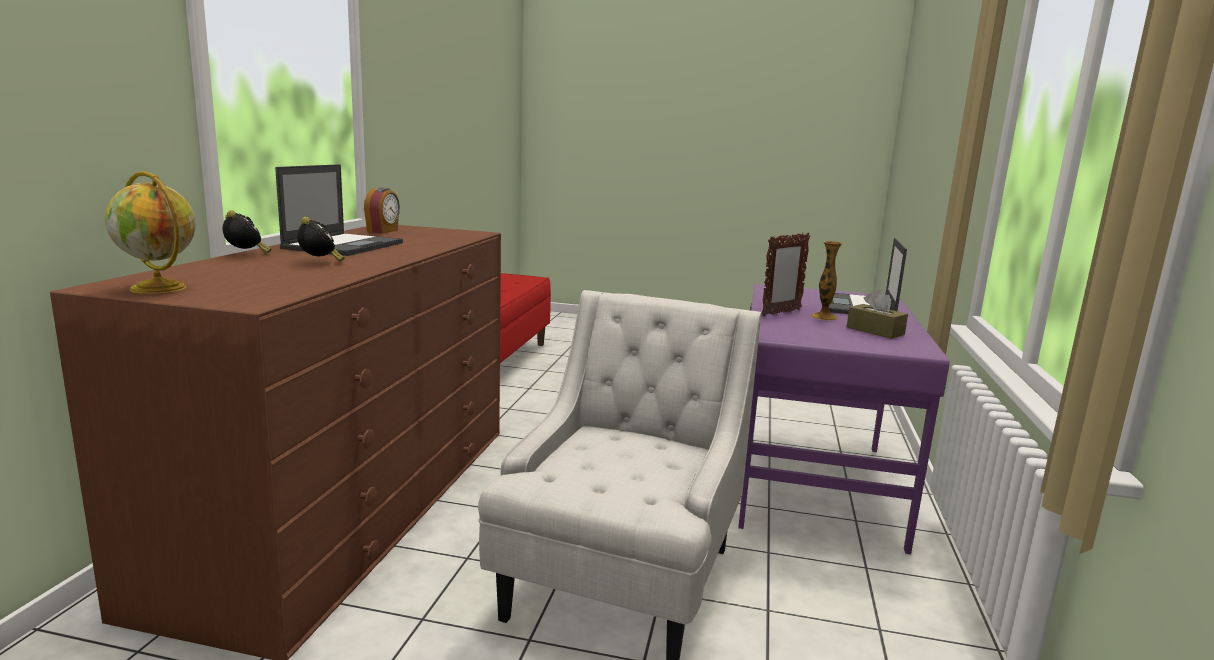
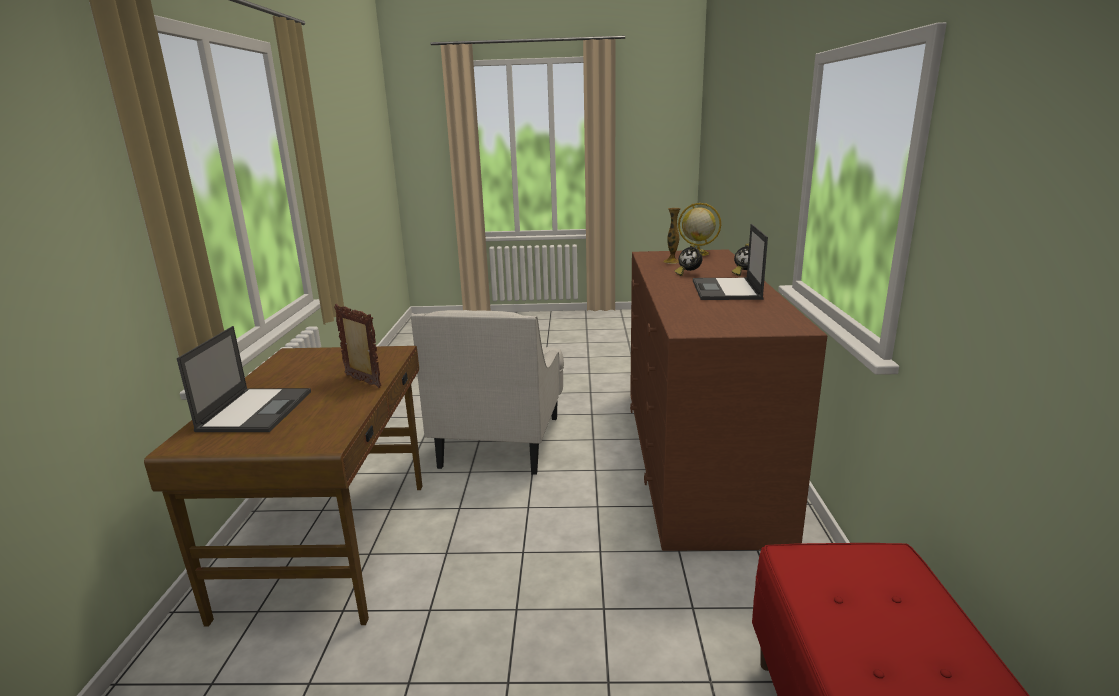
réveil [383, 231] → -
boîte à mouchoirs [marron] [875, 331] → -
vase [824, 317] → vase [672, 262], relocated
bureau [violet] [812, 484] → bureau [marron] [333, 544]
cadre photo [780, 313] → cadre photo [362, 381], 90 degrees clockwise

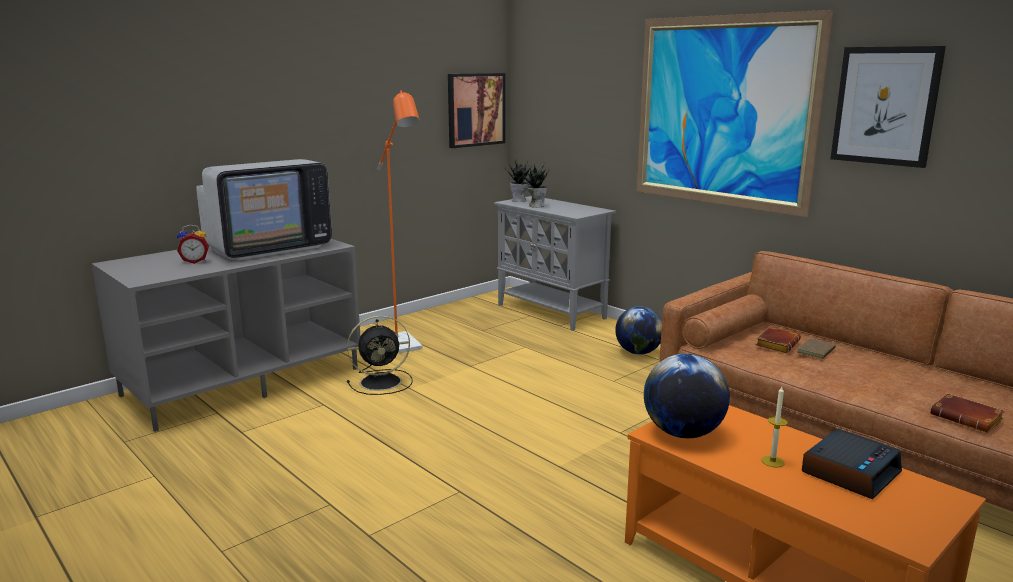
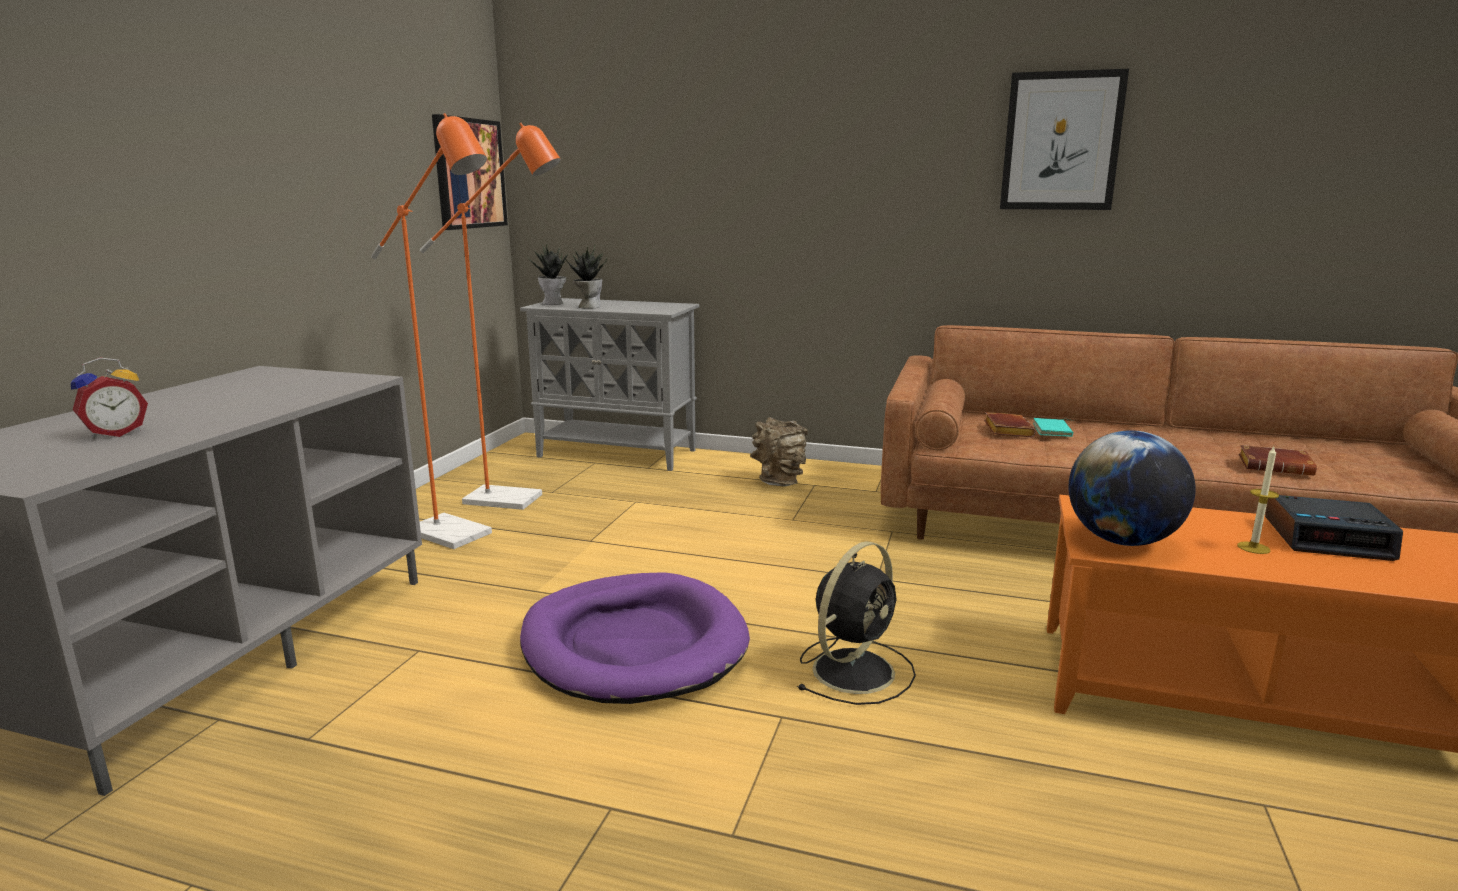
téléviseur [268, 248] → -
tableau [722, 112] → -
- → lampadaire [orange] [515, 500]
- → panier pour chien [violet] [634, 644]
ventilateur [noir] [382, 382] → ventilateur [noir] [855, 669], relocated
globe [638, 352] → vase [marron] [779, 481]
livre [marron] [817, 351] → livre [turquoise] [1054, 430]
réveil [850, 472] → réveil [1328, 539], 90 degrees clockwise

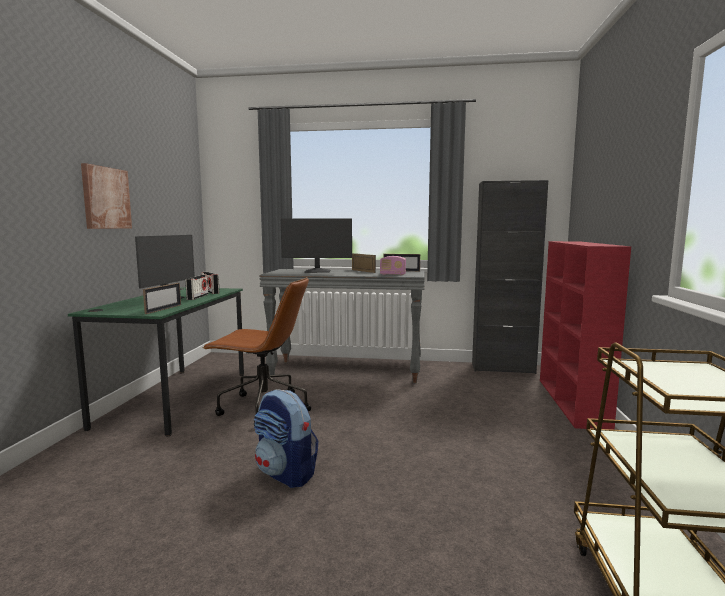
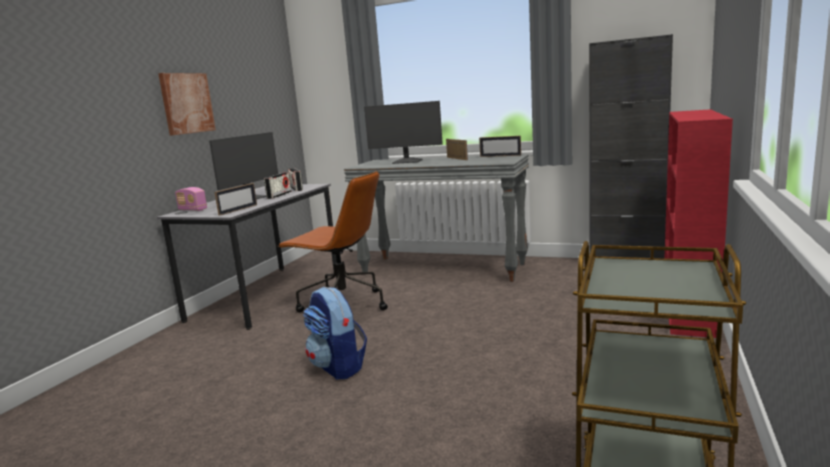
radio [392, 274] → radio [192, 210], relocated
bureau [vert] [176, 398] → bureau [gris] [267, 295]

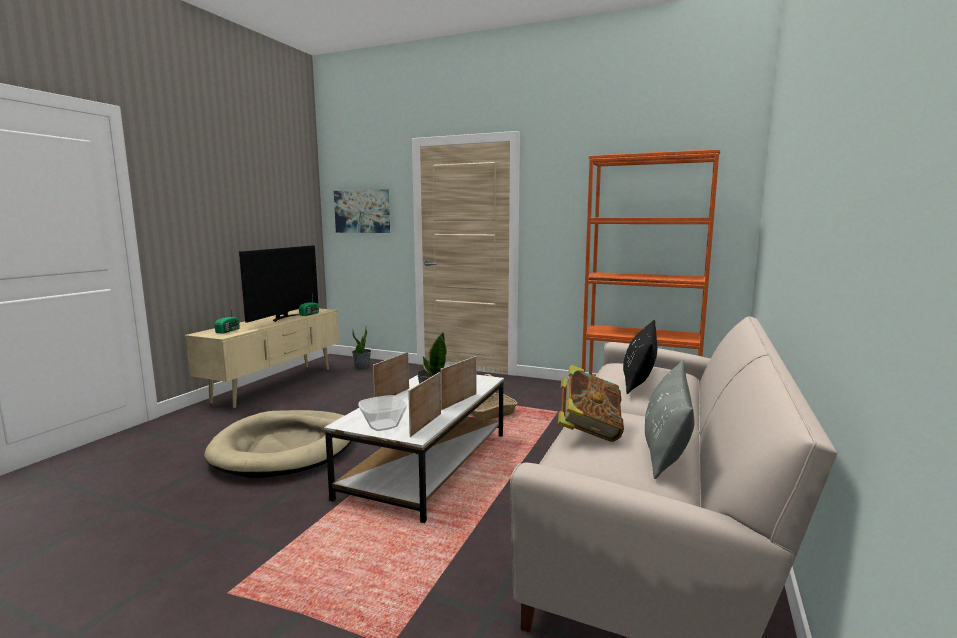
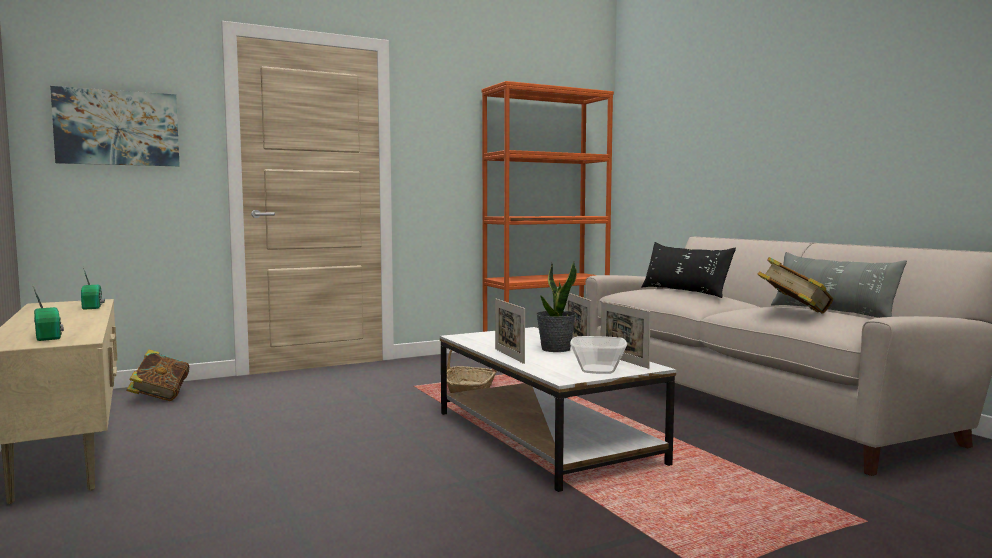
panier pour chien [beige] [285, 448] → -
téléviseur [284, 317] → -
plante en pot [362, 367] → livre [160, 397]

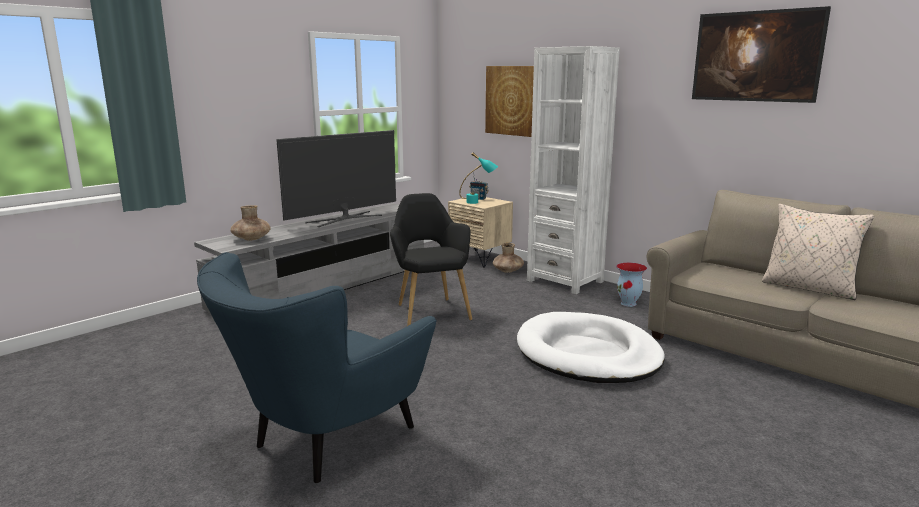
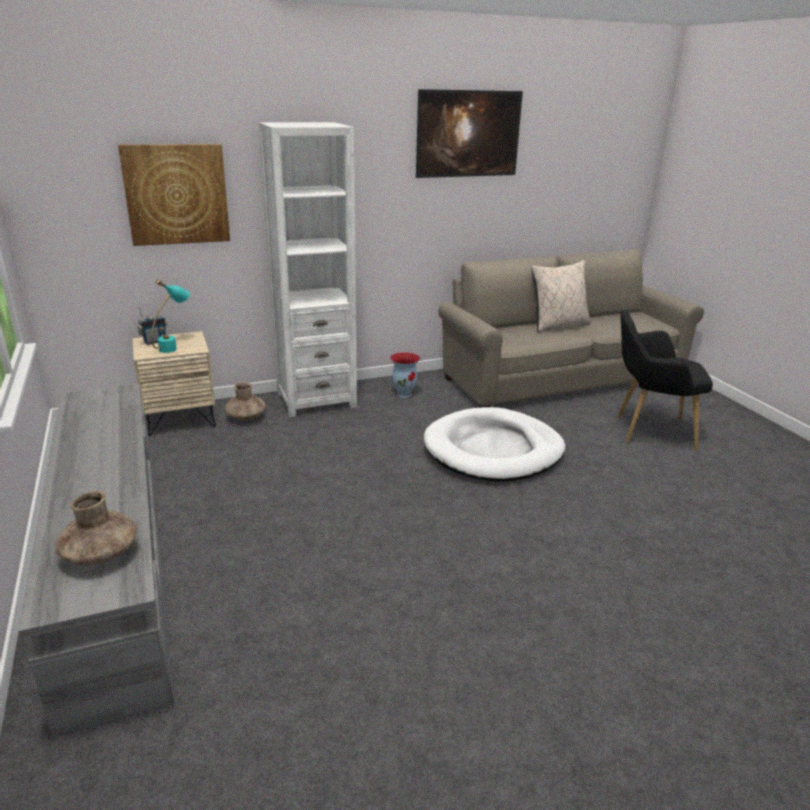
fauteuil [bleu] [325, 441] → -
téléviseur [344, 219] → -
fauteuil [noir] [430, 310] → fauteuil [noir] [648, 431], relocated

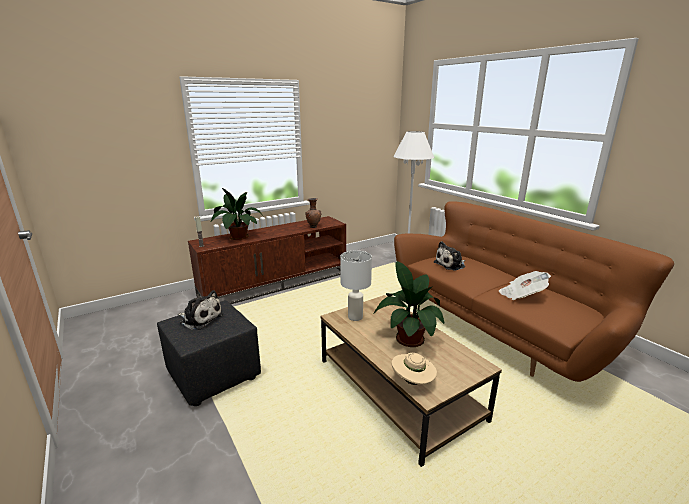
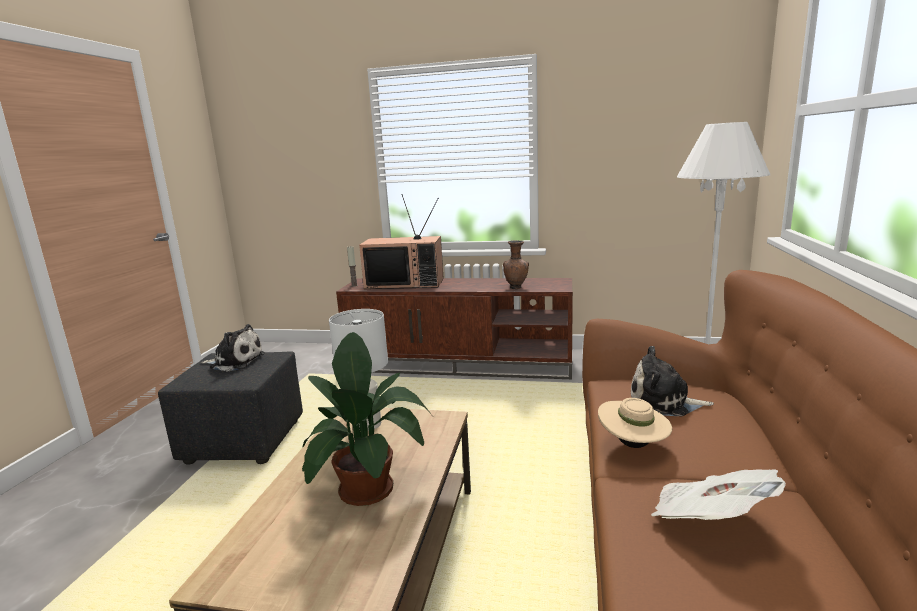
chapeau [beige] [413, 382] → chapeau [beige] [633, 445], relocated
plante en pot [237, 237] → téléviseur [406, 283]
peluche [200, 318] → peluche [235, 361], 60 degrees counterclockwise

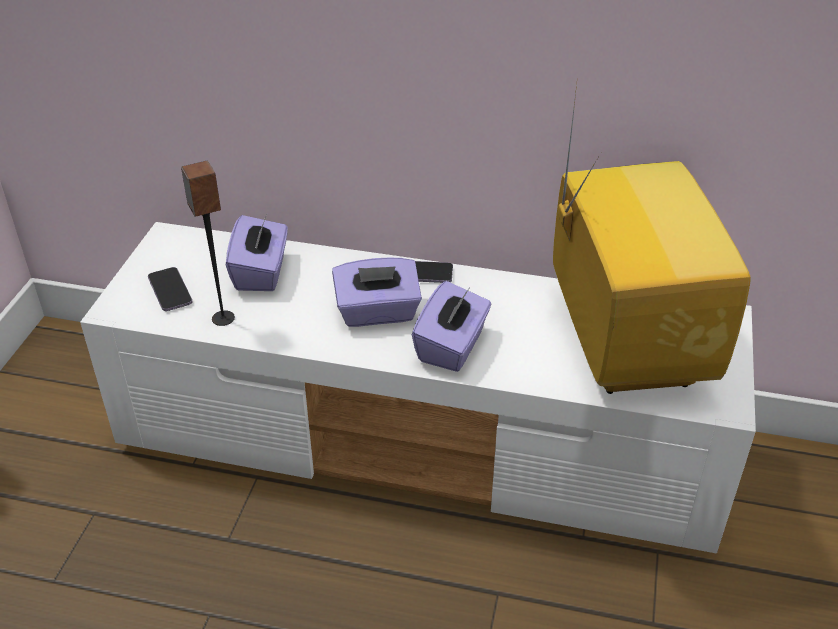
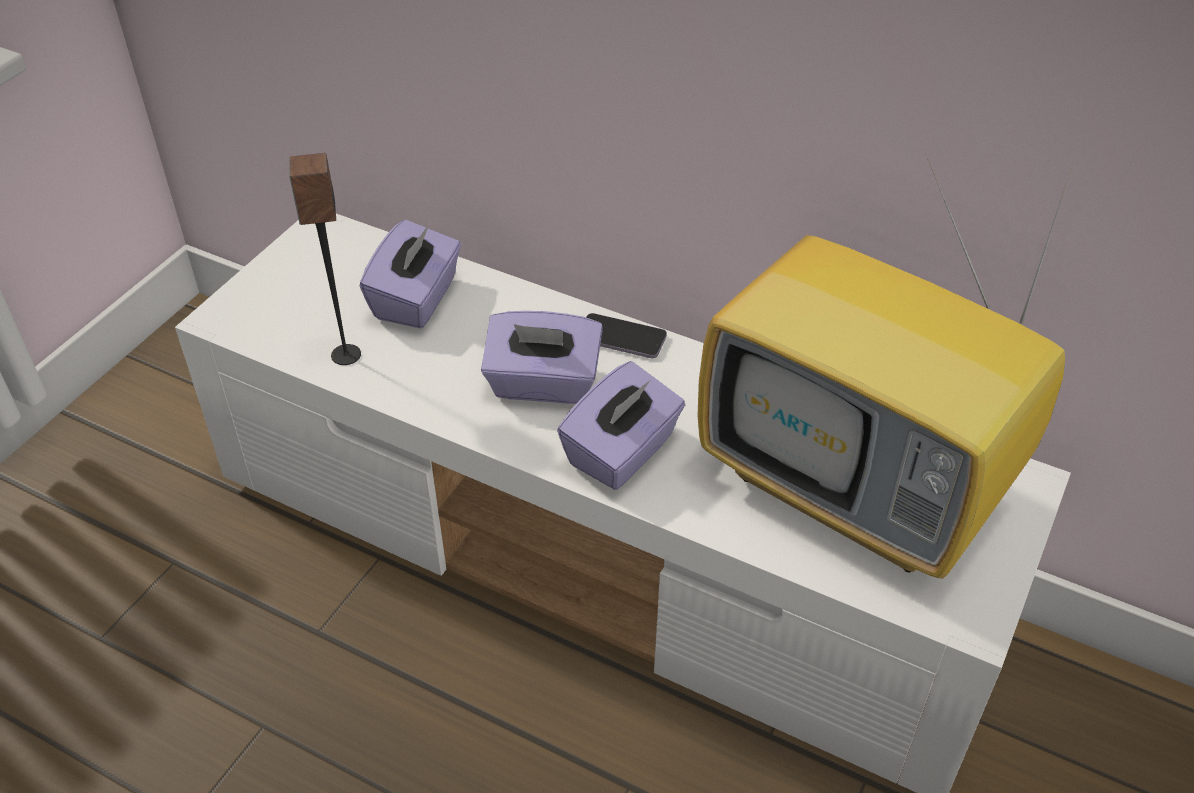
téléphone [170, 291] → -
téléviseur [622, 340] → téléviseur [860, 489], 120 degrees clockwise

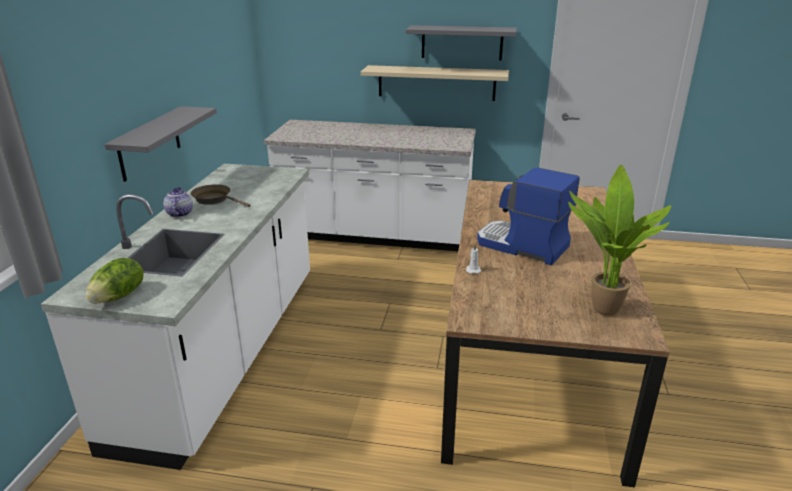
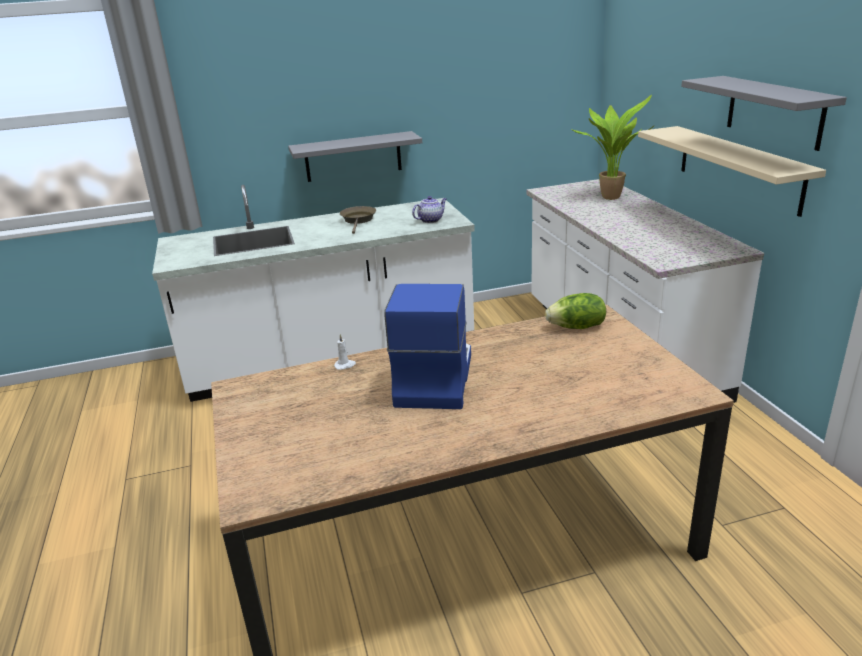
laitue [119, 296] → laitue [577, 327], relocated
théière [179, 213] → théière [430, 220], relocated
plante en pot [600, 309] → plante en pot [610, 197], relocated

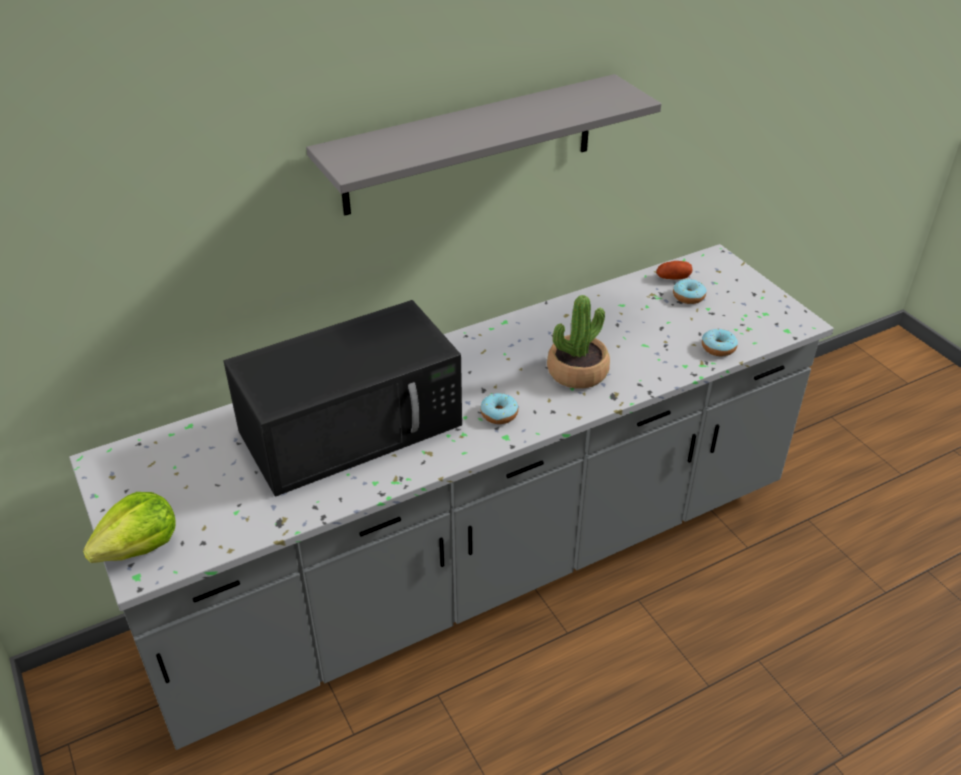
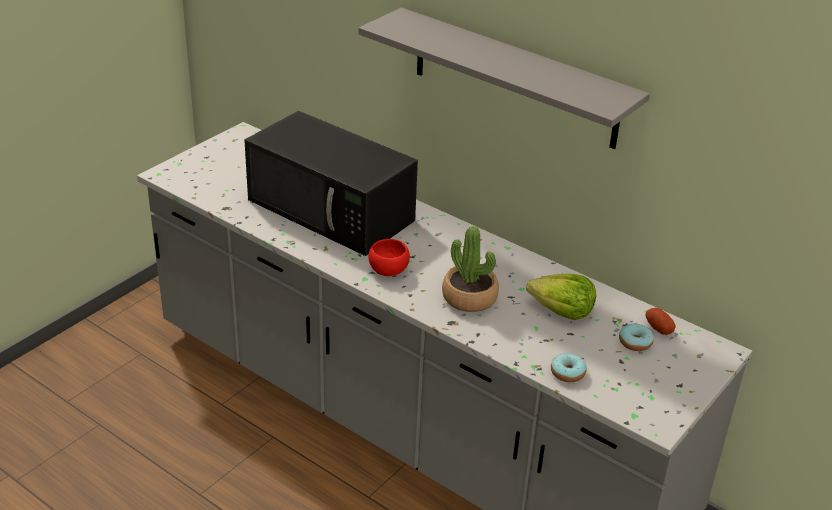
laitue [140, 546] → laitue [562, 311], relocated
beignet [499, 414] → bol [rouge] [389, 270]

